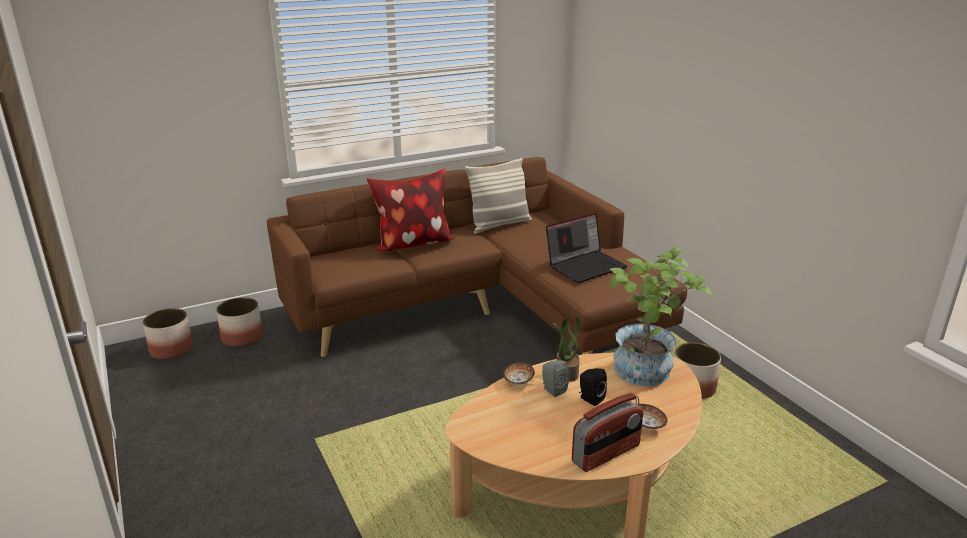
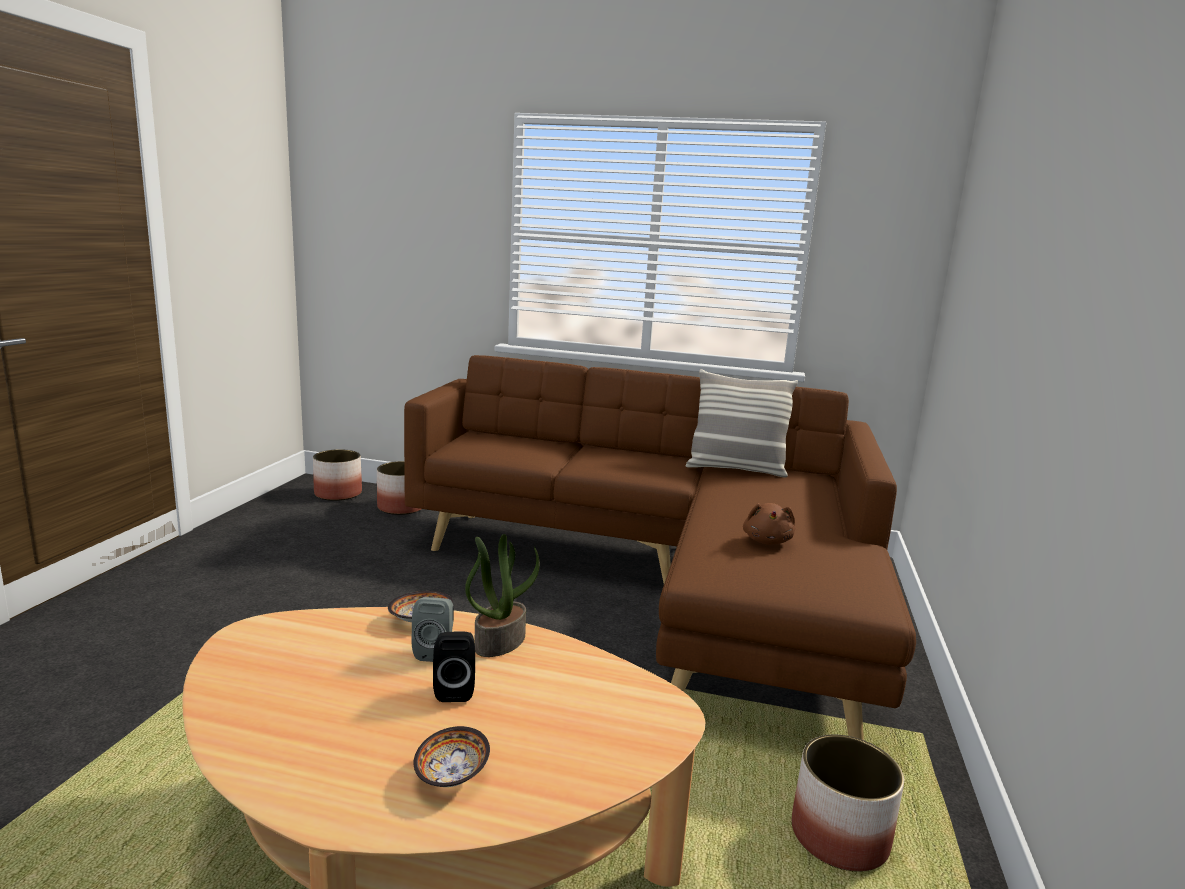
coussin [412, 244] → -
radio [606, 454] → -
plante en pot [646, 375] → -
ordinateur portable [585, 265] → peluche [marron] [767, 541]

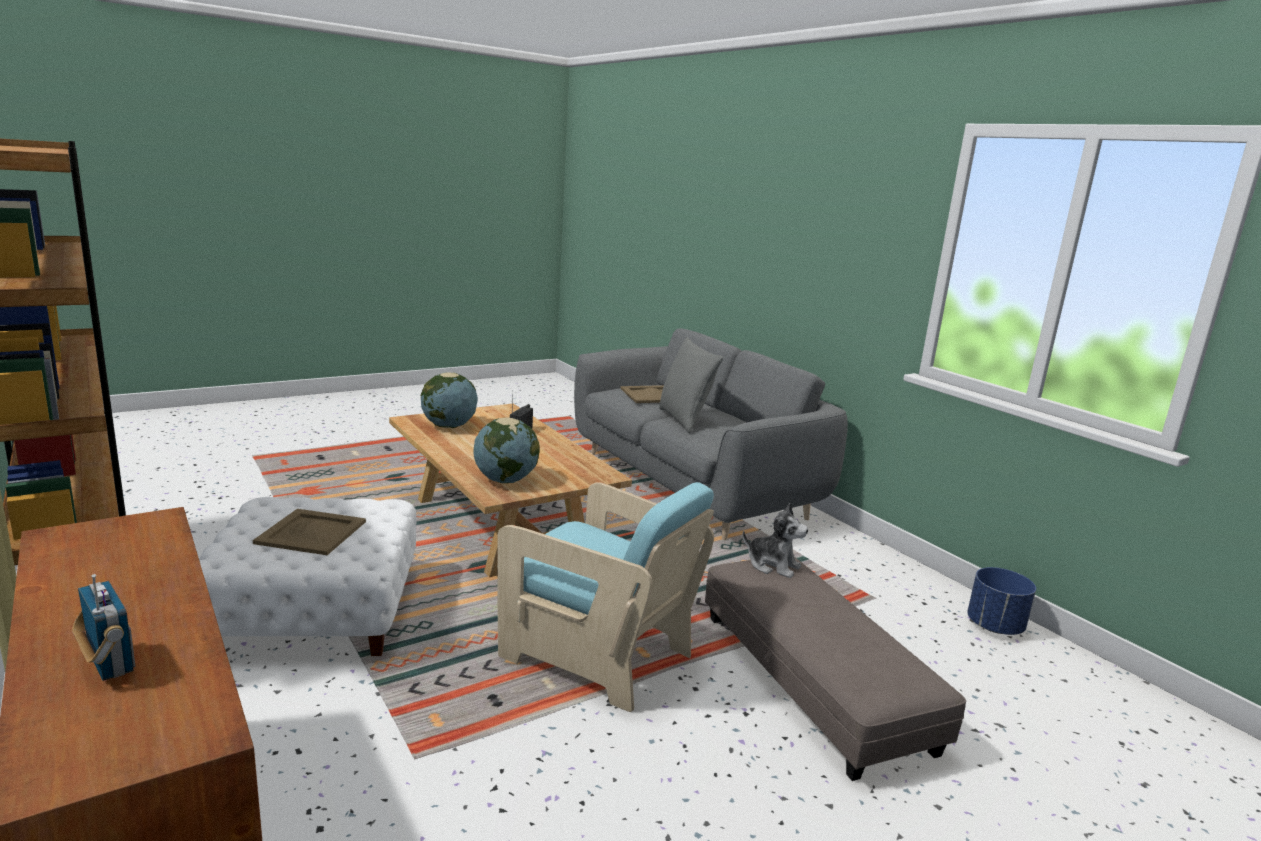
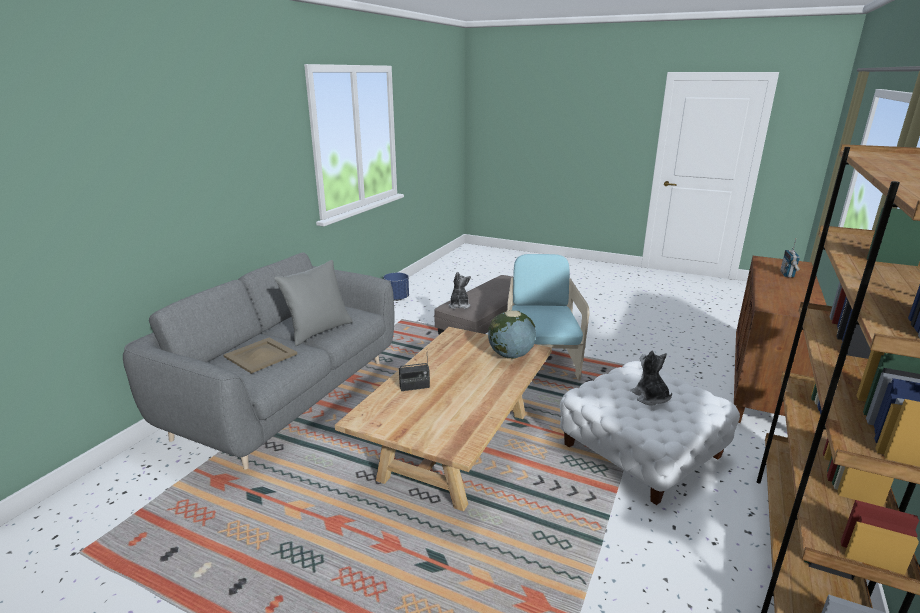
globe [448, 426] → -
plateau [beige] [311, 532] → peluche [650, 397]

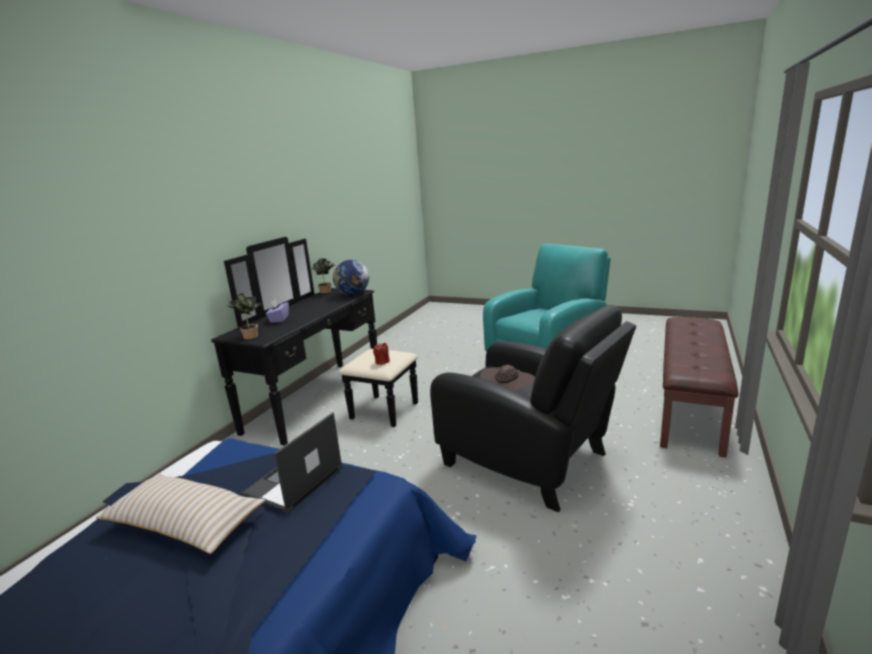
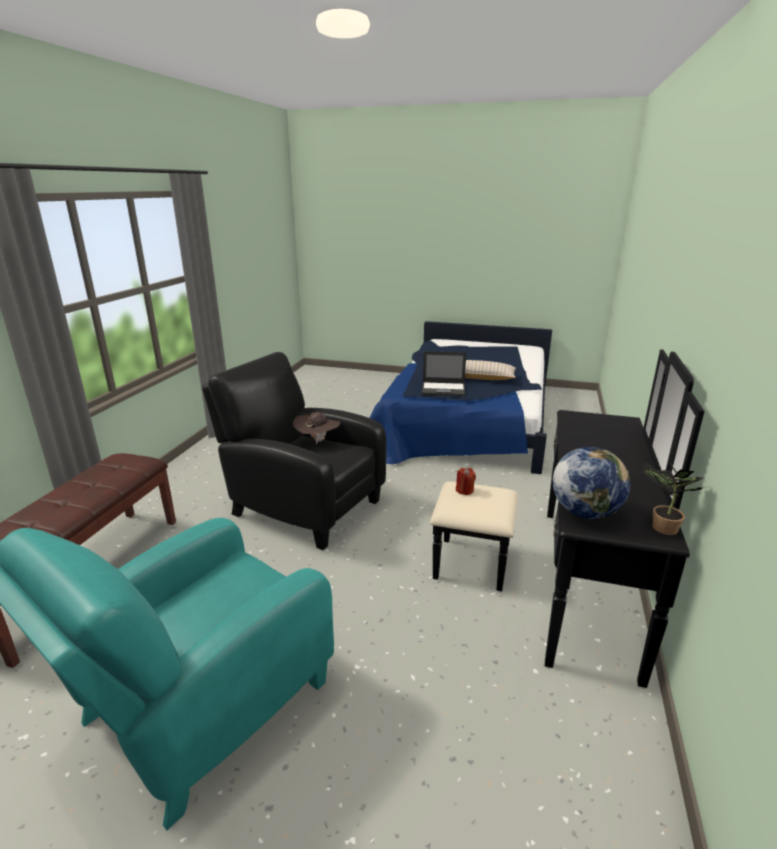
plante en pot [250, 336] → -
boîte à mouchoirs [violet] [279, 319] → -
ordinateur portable [293, 481] → ordinateur portable [444, 389], 75 degrees clockwise

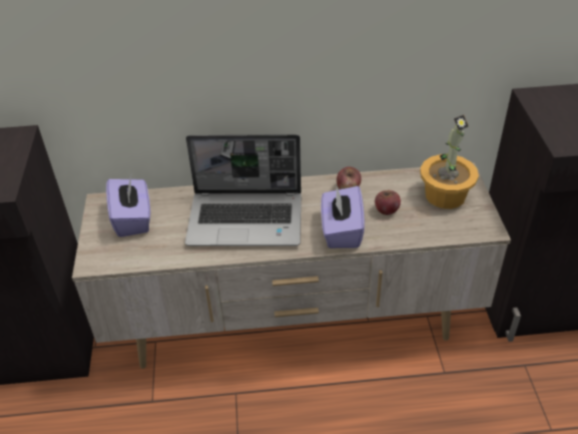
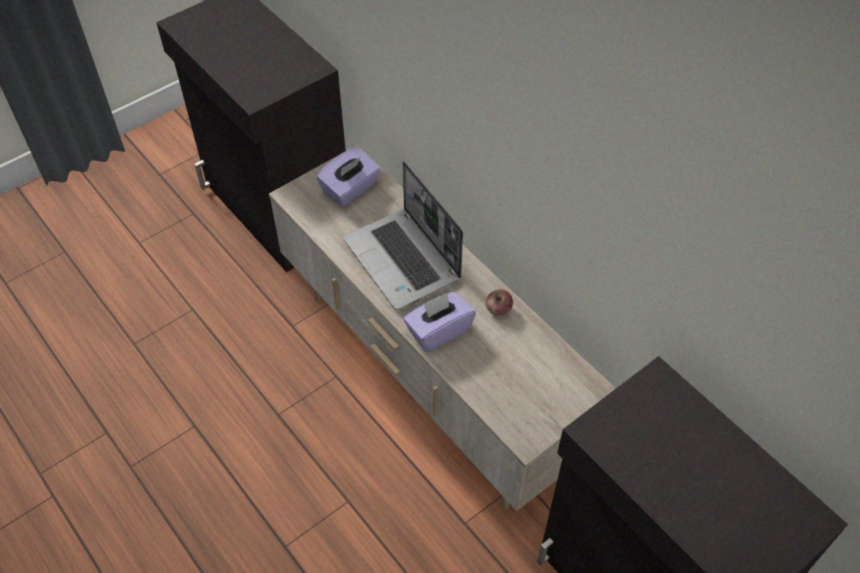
pomme [386, 210] → -
plante en pot [444, 195] → -

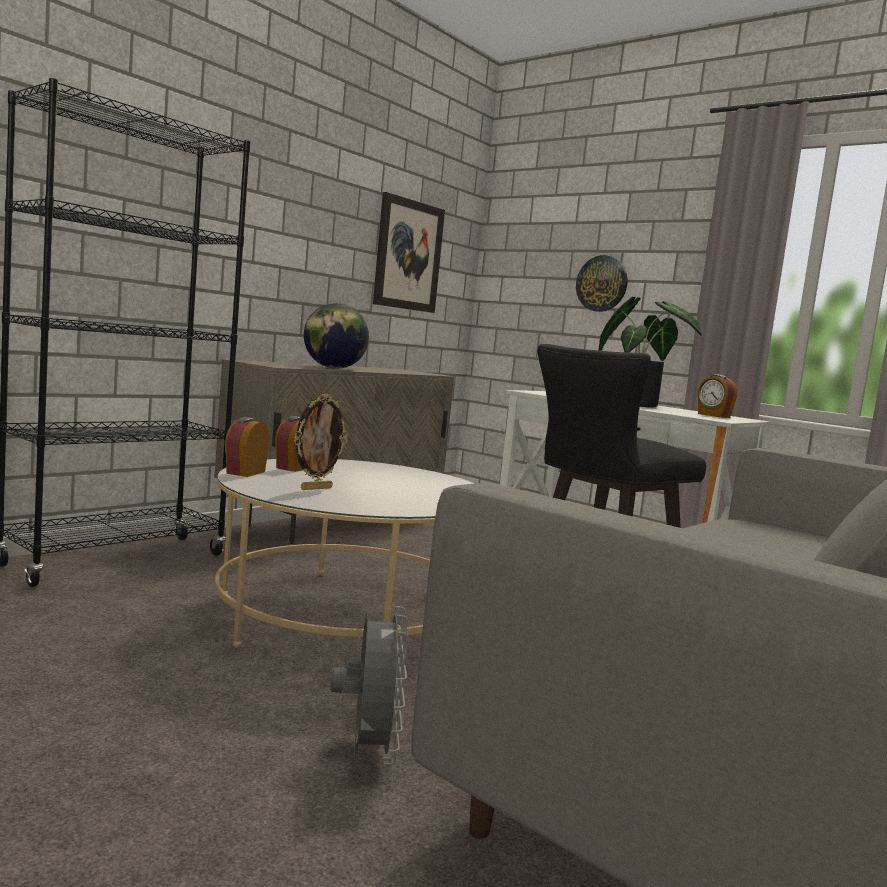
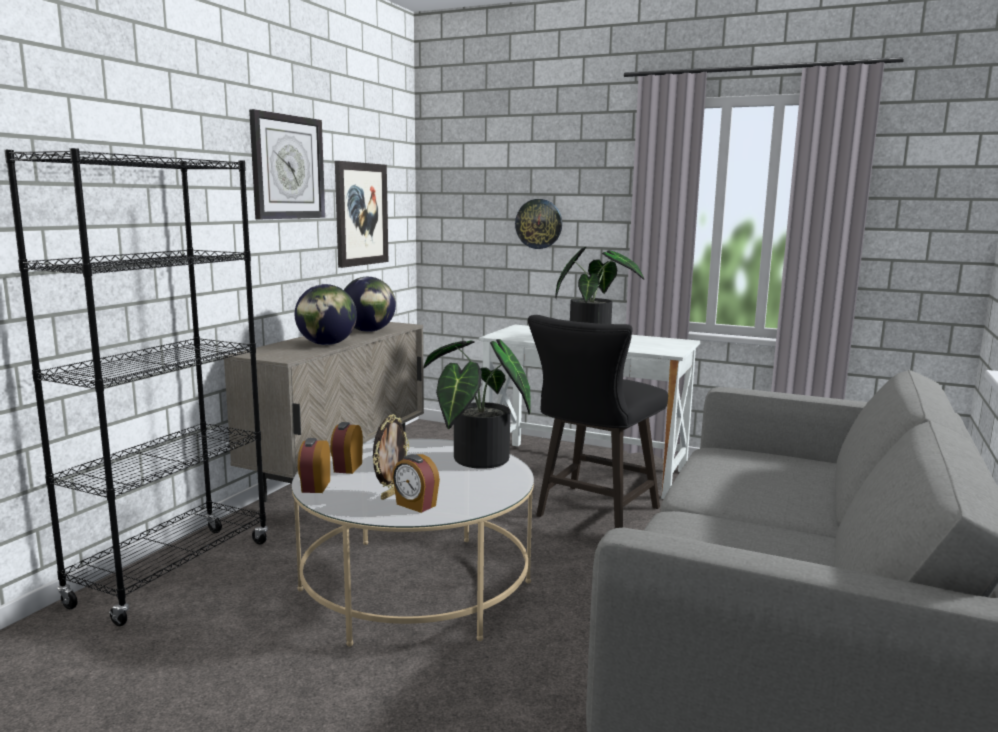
ventilateur [gris] [368, 751] → -
- → horloge murale [287, 167]
- → globe [368, 331]
- → plante en pot [475, 461]
réveil [713, 415] → réveil [415, 505], relocated

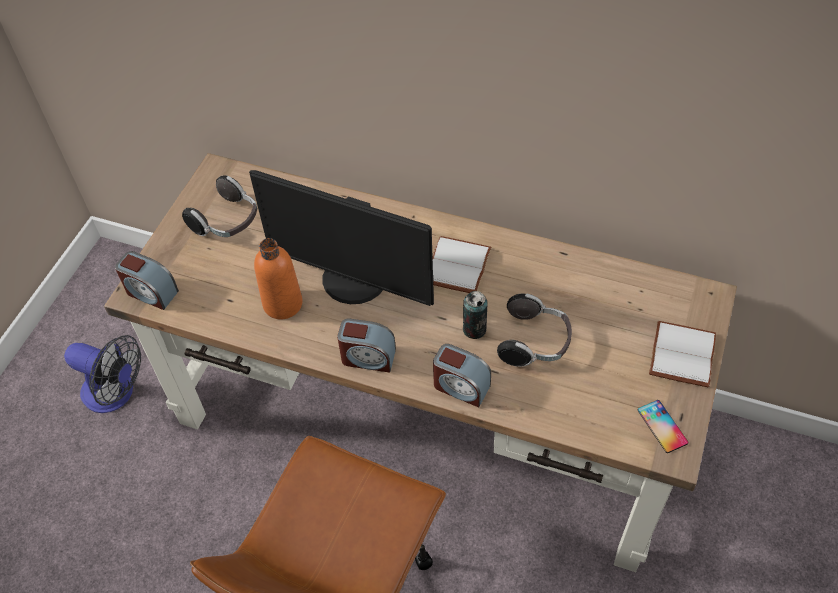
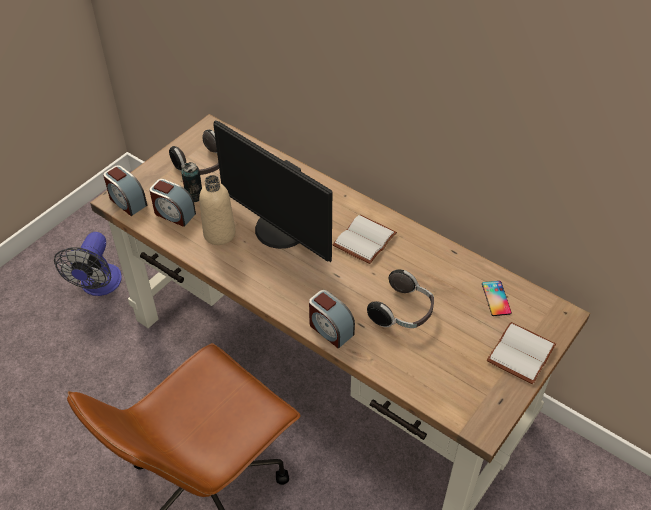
réveil [368, 357] → réveil [174, 214], relocated
boîte métallique [474, 329] → boîte métallique [194, 196], relocated
téléphone [662, 426] → téléphone [496, 298], relocated
bouteille [orange] [283, 304] → bouteille [beige] [219, 234]
ventilateur [116, 394] → ventilateur [98, 286], 60 degrees clockwise

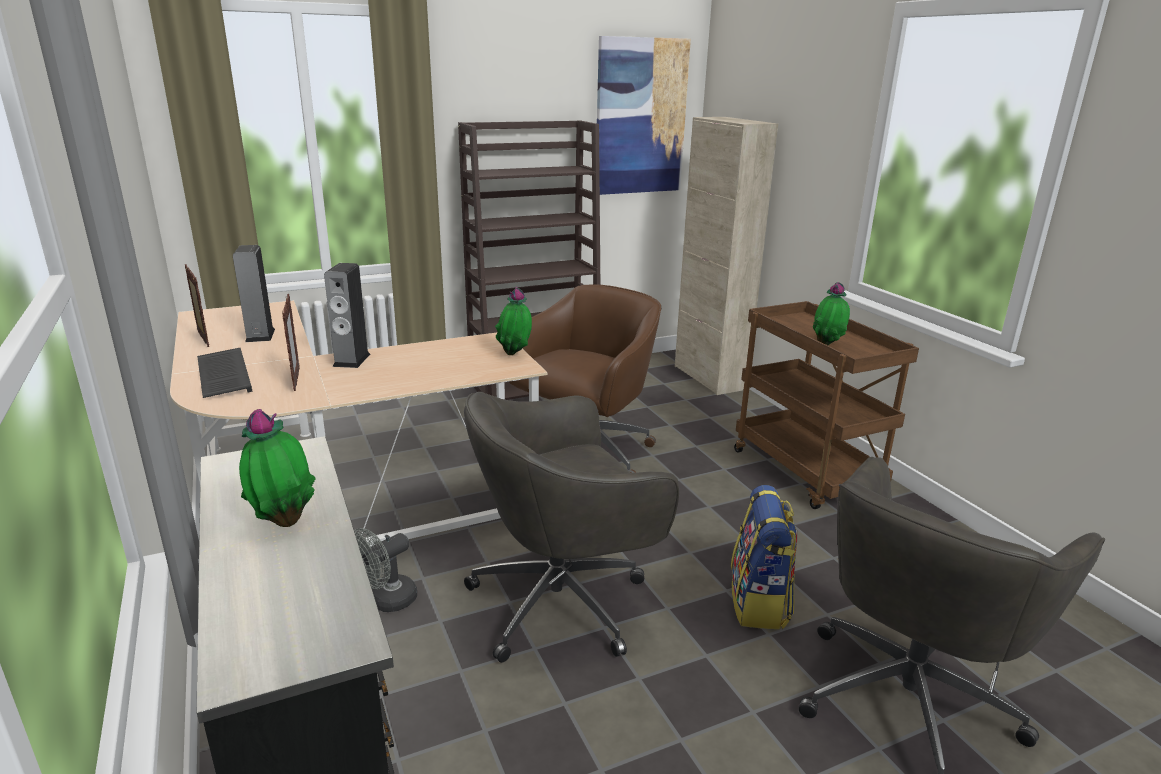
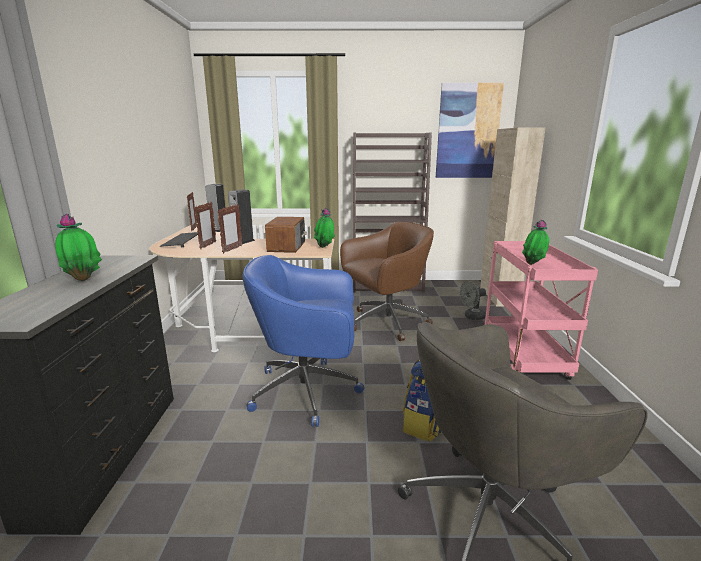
- → cadre photo [232, 249]
- → radio [287, 246]
ventilateur [gris] [386, 602] → ventilateur [gris] [471, 317], relocated
chaise de bureau [gris] [563, 601] → chaise de bureau [bleu] [308, 391]
chariot [marron] [807, 473] → chariot [rose] [525, 358]

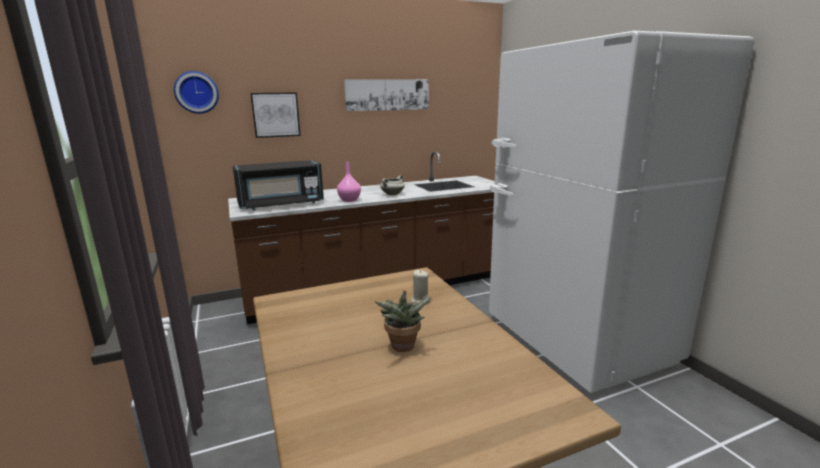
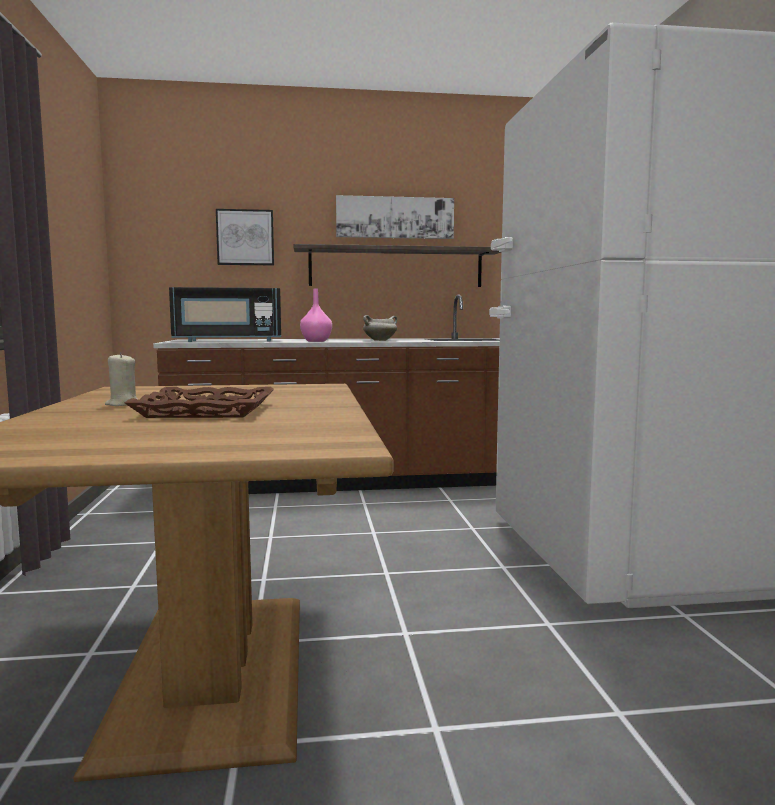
horloge murale [196, 92] → -
- → étagère [396, 267]
bougie [beige] [420, 300] → bougie [beige] [123, 404], relocated
plante en pot [402, 348] → plateau [marron] [207, 411]

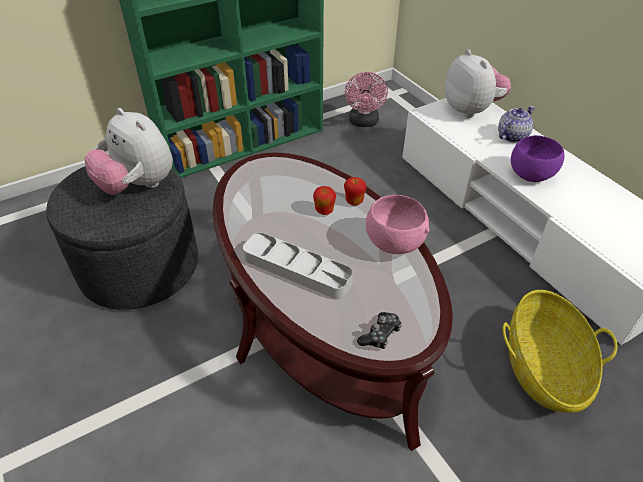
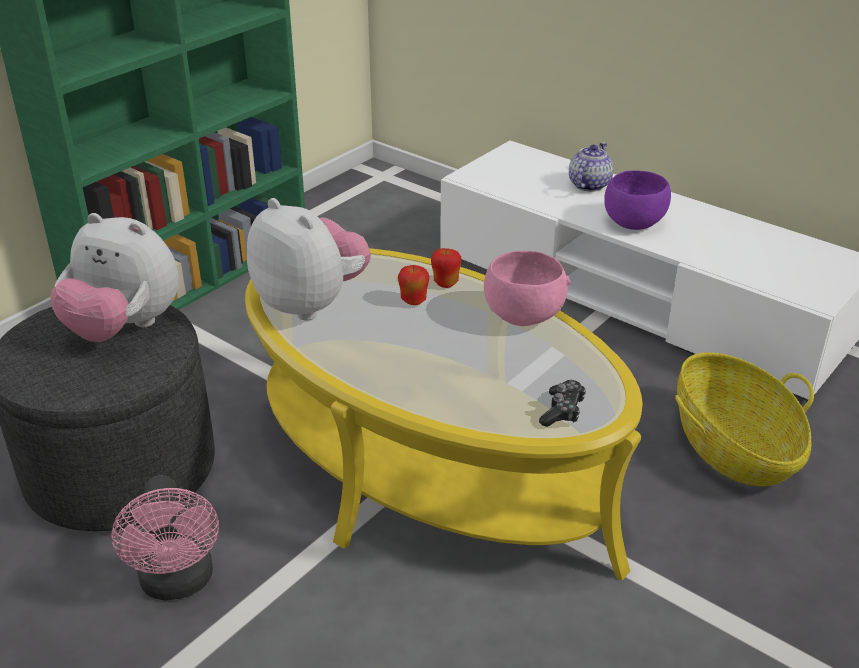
plateau [gris] [297, 269] → -
ventilateur [rose] [364, 123] → ventilateur [rose] [178, 583], relocated
peluche [471, 110] → peluche [311, 304], relocated
table basse [marron] [321, 321] → table basse [jaune] [429, 469]

